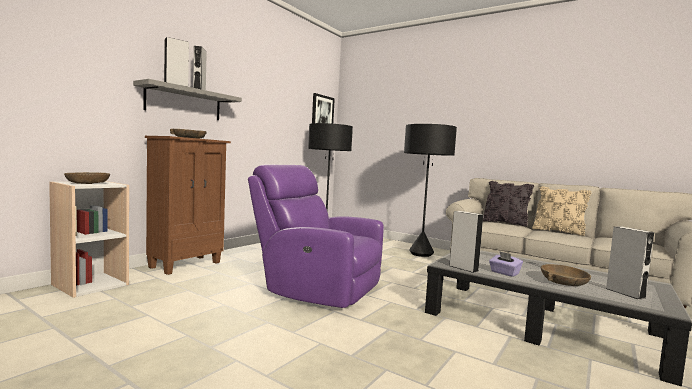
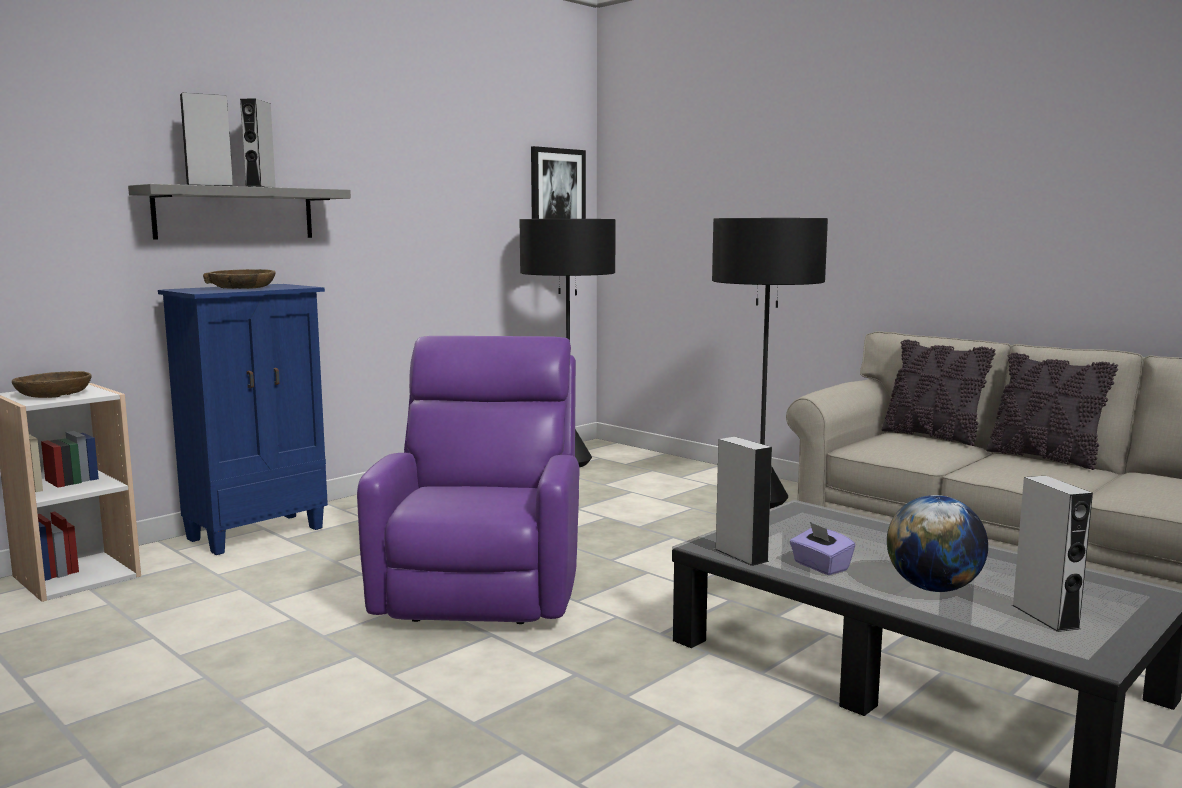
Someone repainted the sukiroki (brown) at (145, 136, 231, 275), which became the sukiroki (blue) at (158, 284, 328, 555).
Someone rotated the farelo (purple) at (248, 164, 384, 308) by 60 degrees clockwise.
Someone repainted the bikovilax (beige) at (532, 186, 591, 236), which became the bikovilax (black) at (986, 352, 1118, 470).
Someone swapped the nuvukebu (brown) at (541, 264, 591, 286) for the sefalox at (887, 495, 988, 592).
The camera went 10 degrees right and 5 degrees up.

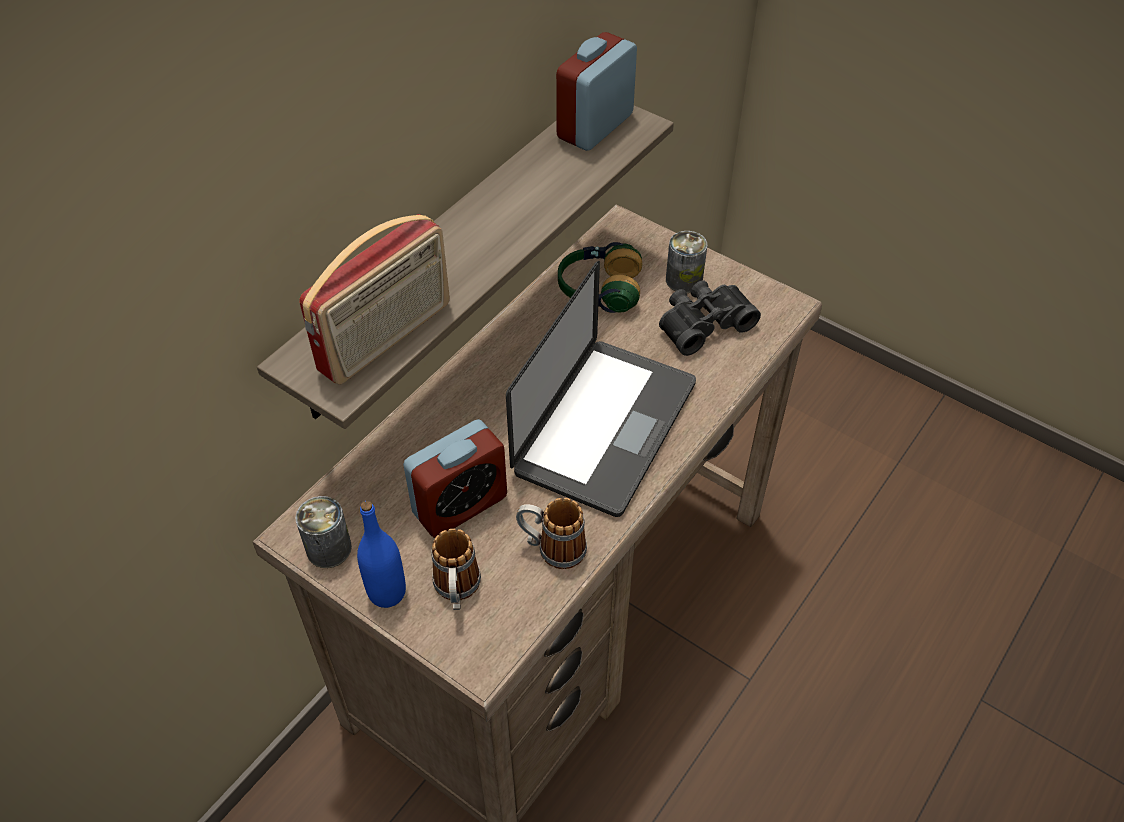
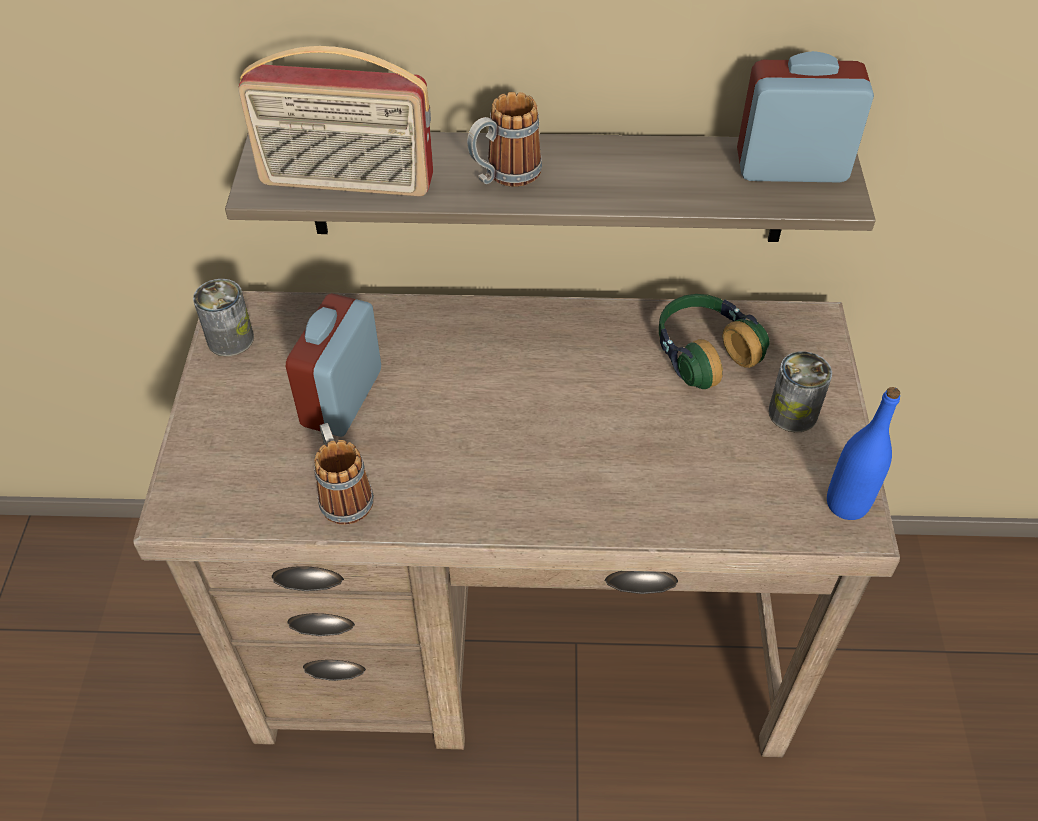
Someone carried the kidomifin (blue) from (357, 501, 406, 608) to (827, 387, 900, 520).
Someone rotated the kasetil at (403, 419, 507, 538) by 90 degrees clockwise.
Someone carried the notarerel from (431, 528, 481, 610) to (467, 92, 542, 187).
Someone took away the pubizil at (506, 261, 696, 517).
Someone took away the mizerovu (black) at (659, 281, 761, 356).
The camera went 55 degrees right and 0 degrees up.

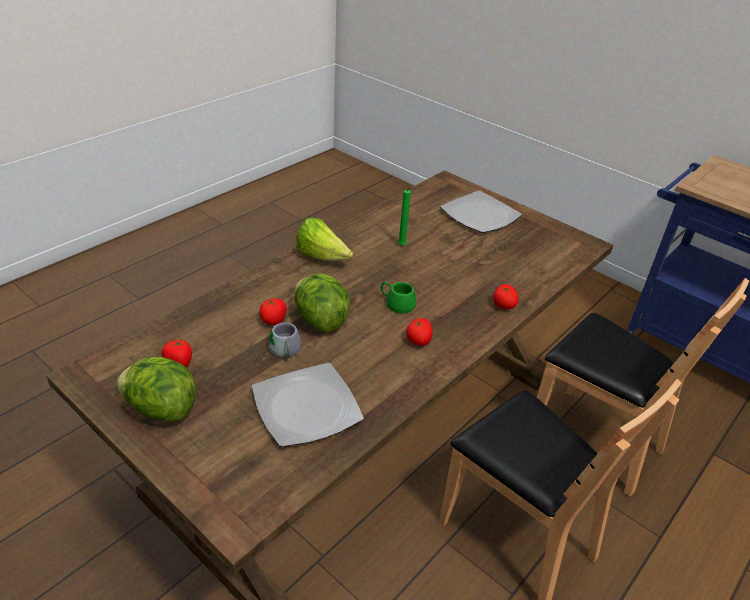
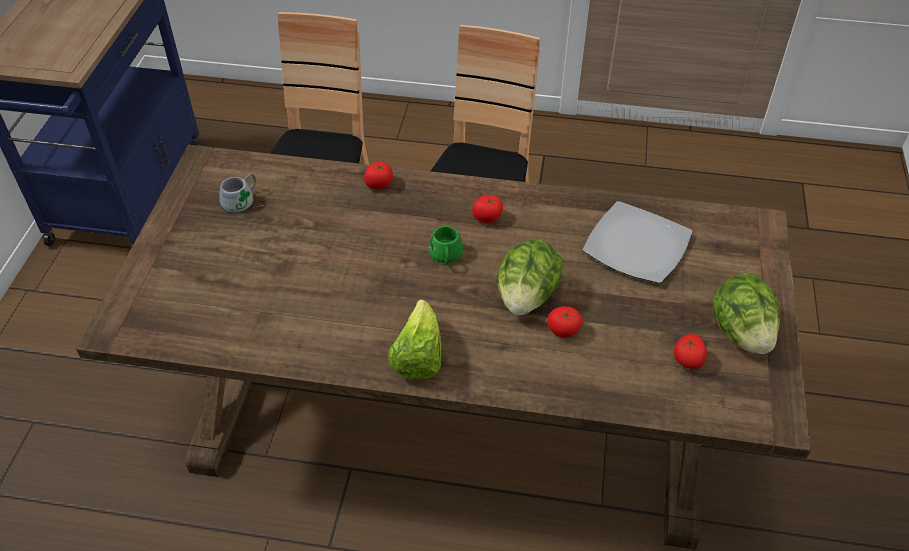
Someone carried the notarerel (grey) from (263, 322, 301, 360) to (219, 173, 264, 212).
Someone took away the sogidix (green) at (398, 188, 411, 245).
Someone took away the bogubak at (440, 191, 522, 233).
The camera went 120 degrees left and 10 degrees up.

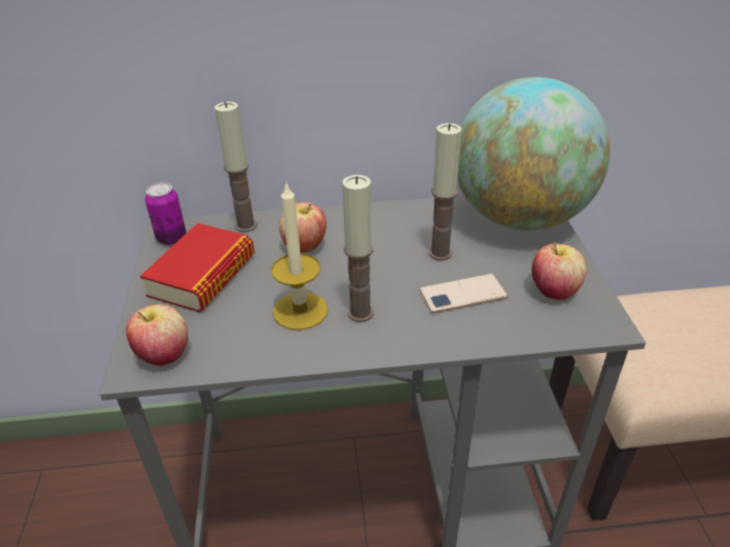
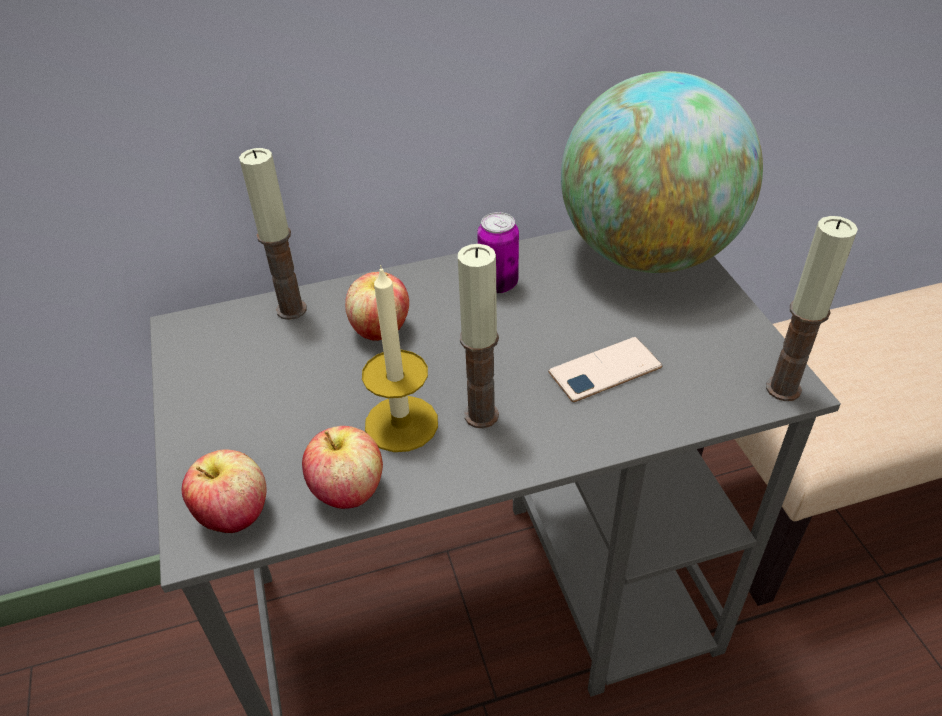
Someone took away the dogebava at (140, 223, 255, 313).
Someone carried the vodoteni from (145, 183, 186, 245) to (477, 212, 519, 293).
Someone carried the sogidix from (429, 123, 462, 261) to (766, 216, 858, 401).
Someone carried the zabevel from (532, 242, 587, 300) to (302, 426, 383, 509).
The camera went 10 degrees left and 5 degrees up.

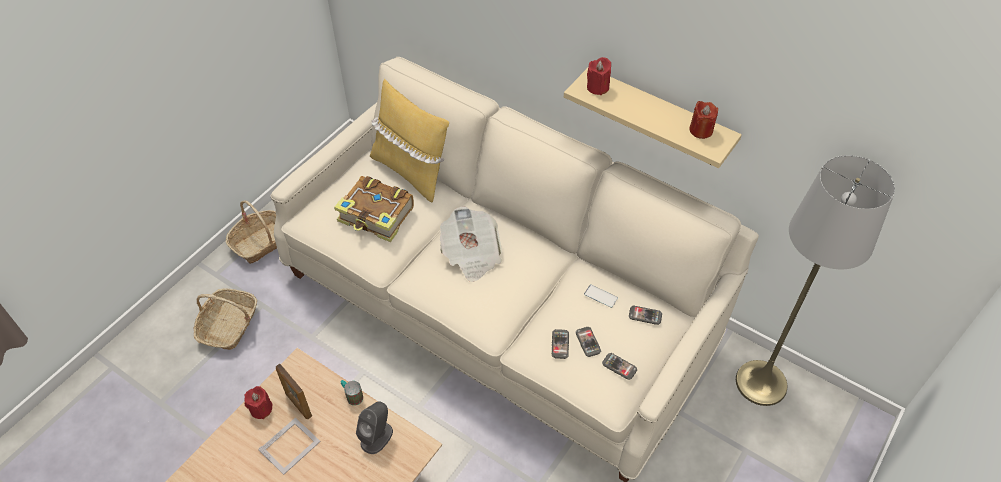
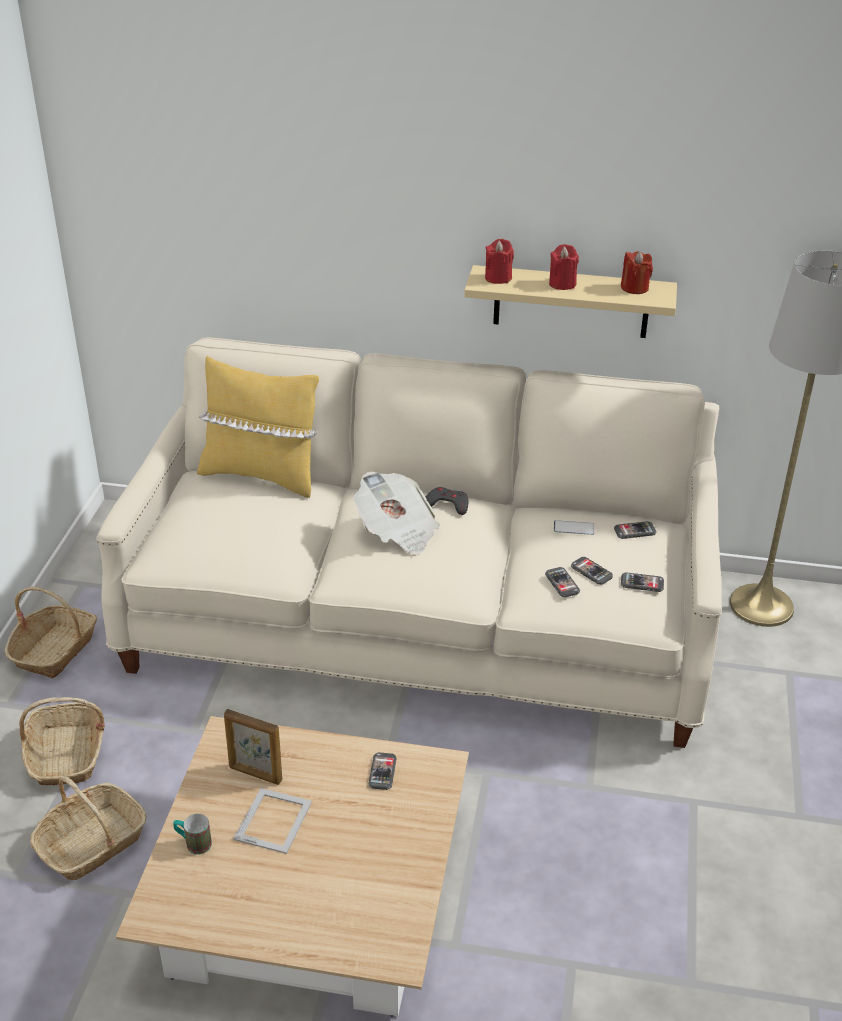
Someone carried the sogidix (red) from (244, 386, 273, 419) to (549, 244, 579, 290).
Someone took away the dogebava at (334, 176, 414, 242).
Someone carried the notarerel from (341, 380, 363, 406) to (173, 814, 212, 855).
Someone swapped the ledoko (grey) at (356, 402, 393, 454) for the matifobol at (368, 752, 397, 790).
Someone put down the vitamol at (30, 776, 147, 880).
Someone put down the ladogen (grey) at (426, 487, 468, 515).
The camera went 25 degrees left and 15 degrees down.

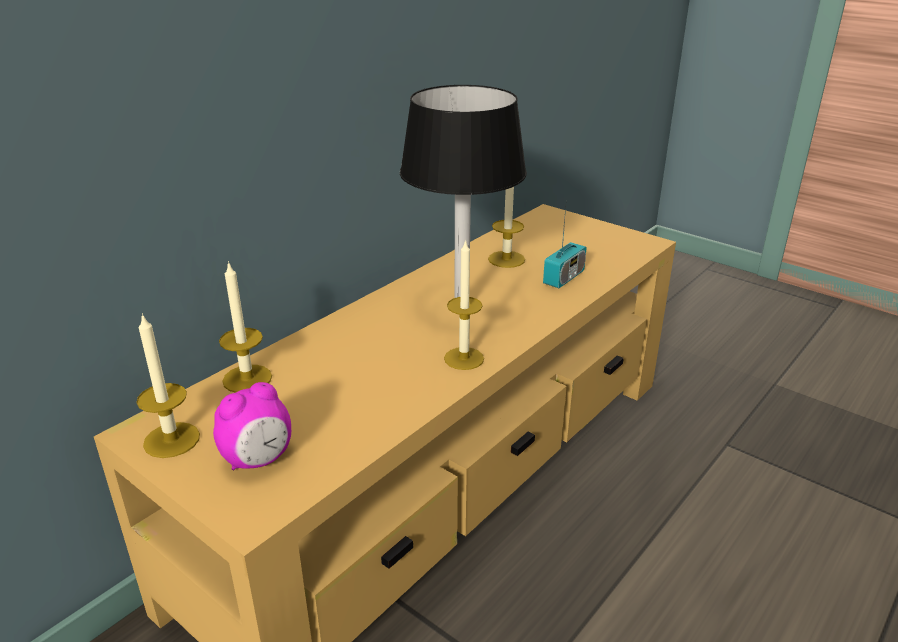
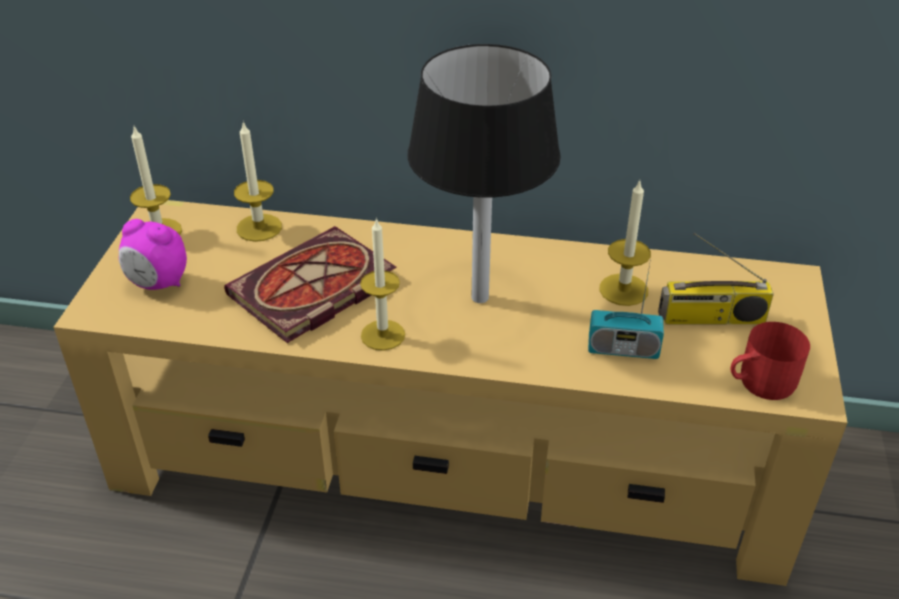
Someone put down the dogebava at (224, 226, 397, 343).
Someone put down the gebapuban at (658, 233, 774, 325).
Someone put down the notarerel (red) at (731, 322, 810, 400).
The camera went 60 degrees right and 10 degrees up.

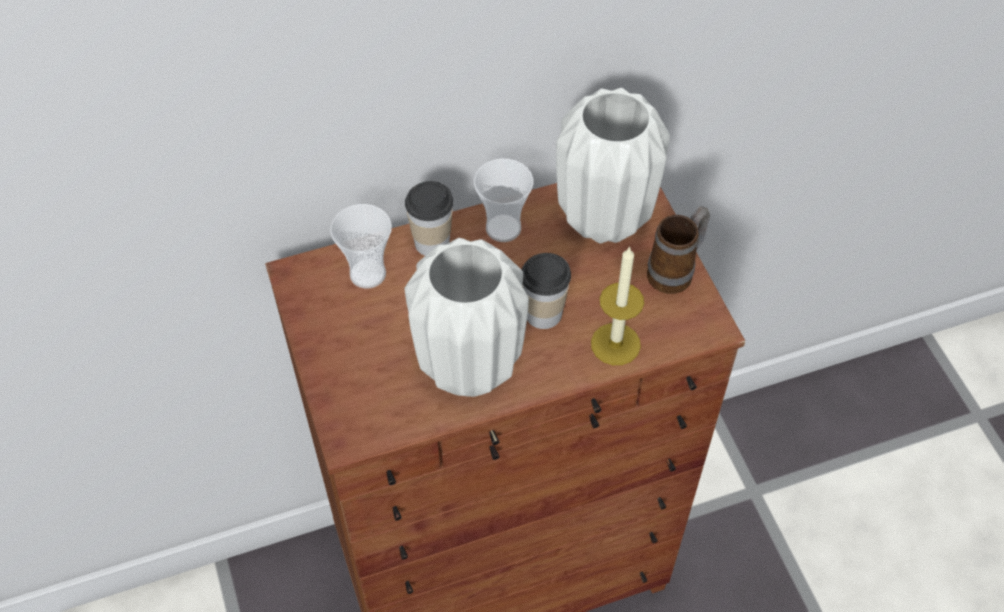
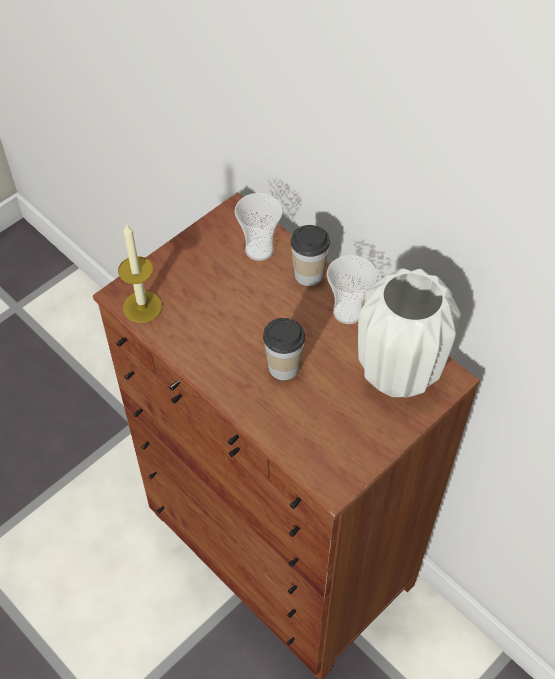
Someone took away the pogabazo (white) at (405, 238, 529, 397).
Someone carried the sogidix from (591, 246, 644, 365) to (118, 223, 162, 323).
Someone took away the notarerel at (647, 206, 710, 294).
The camera went 65 degrees right and 0 degrees up.

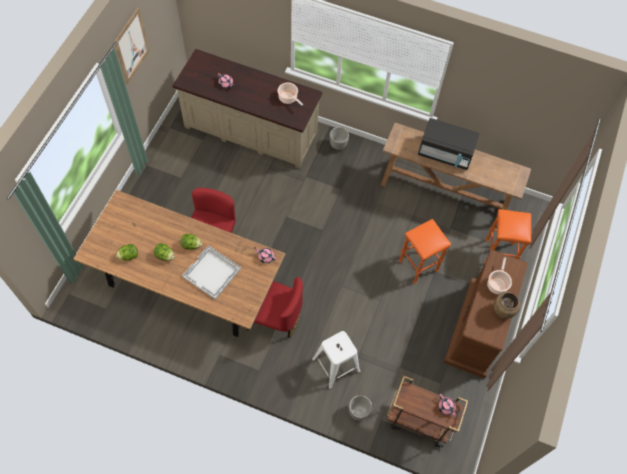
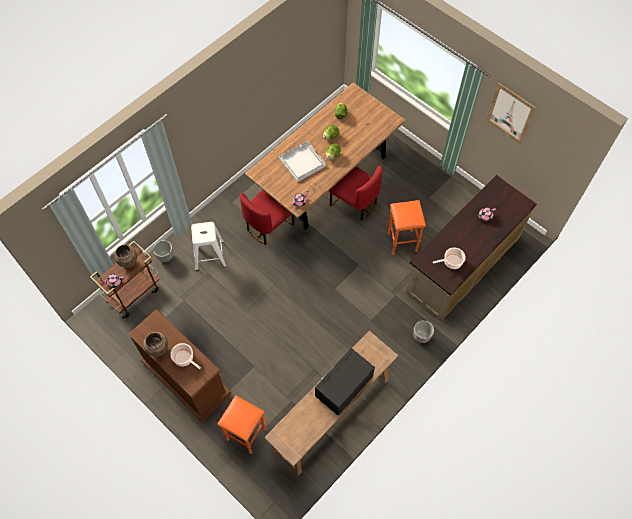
Someone carried the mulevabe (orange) from (399, 219, 451, 284) to (387, 200, 426, 255).
Someone put down the pogabazo (brown) at (114, 245, 137, 268).
The camera went 115 degrees right and 0 degrees up.

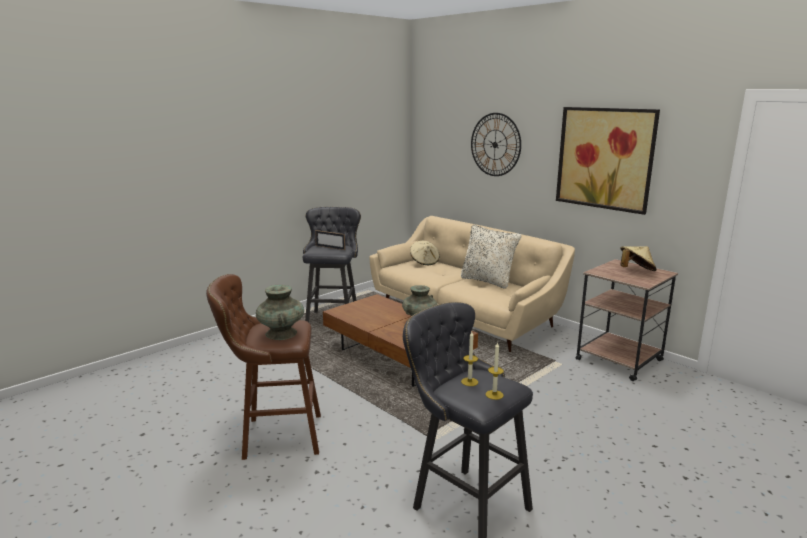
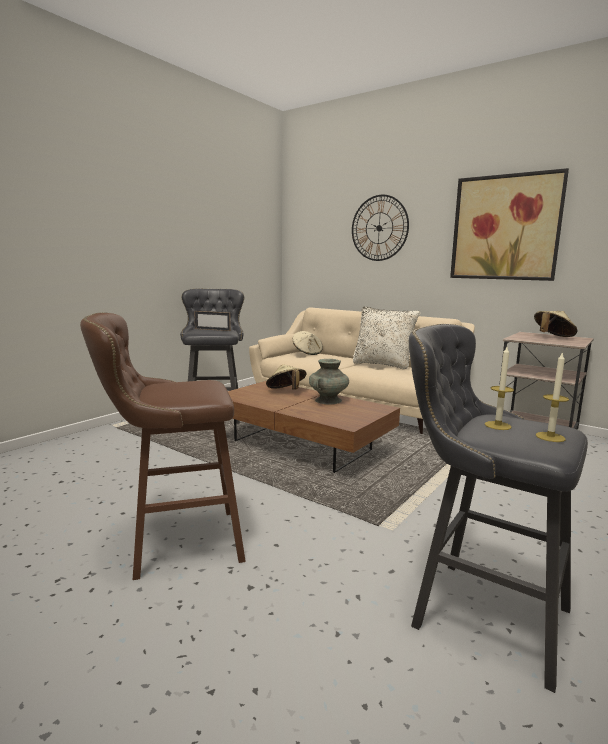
Someone took away the pogabazo (turquoise) at (256, 285, 304, 340).
Someone put down the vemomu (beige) at (266, 364, 306, 389).
The camera went 10 degrees left and 5 degrees down.

